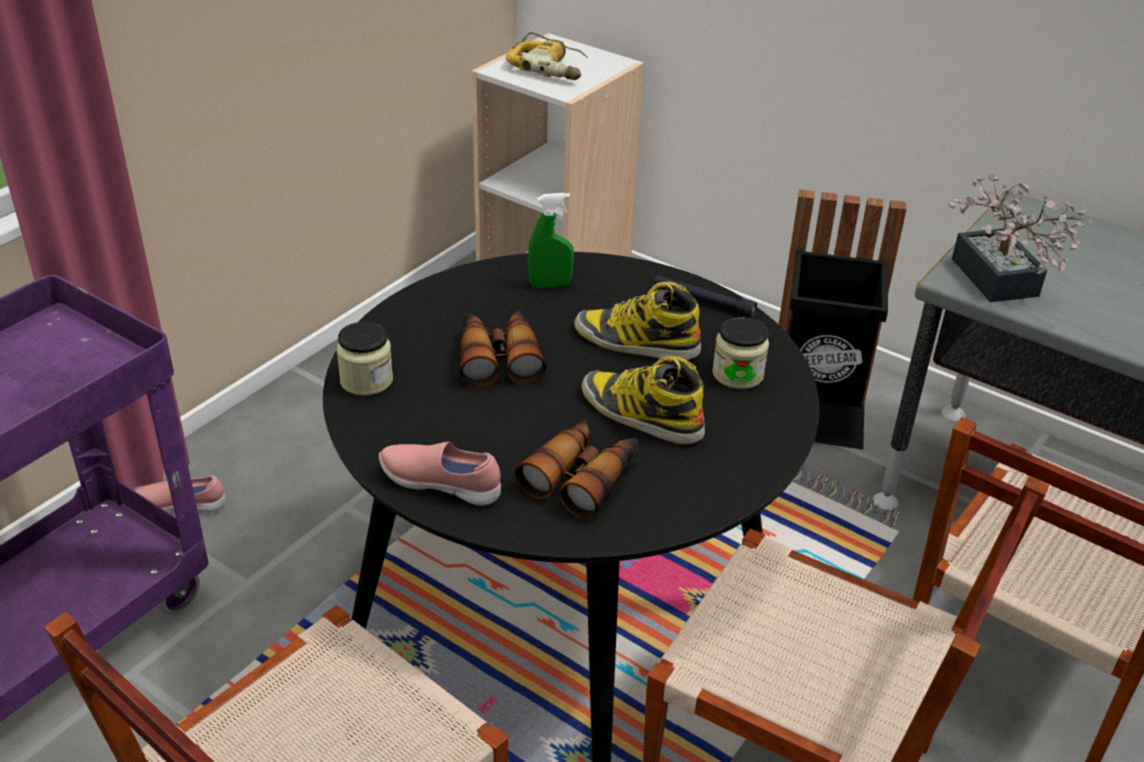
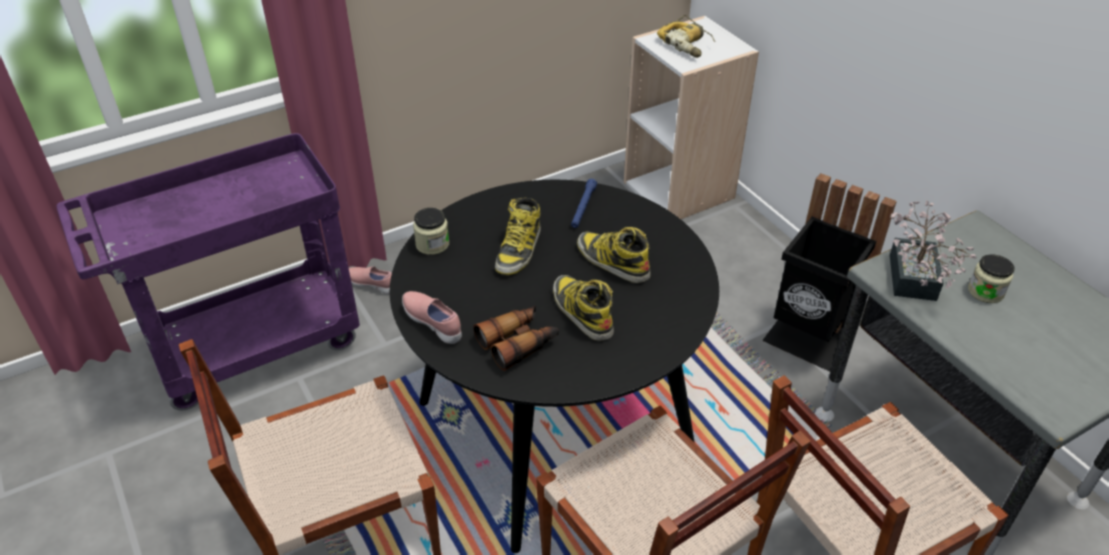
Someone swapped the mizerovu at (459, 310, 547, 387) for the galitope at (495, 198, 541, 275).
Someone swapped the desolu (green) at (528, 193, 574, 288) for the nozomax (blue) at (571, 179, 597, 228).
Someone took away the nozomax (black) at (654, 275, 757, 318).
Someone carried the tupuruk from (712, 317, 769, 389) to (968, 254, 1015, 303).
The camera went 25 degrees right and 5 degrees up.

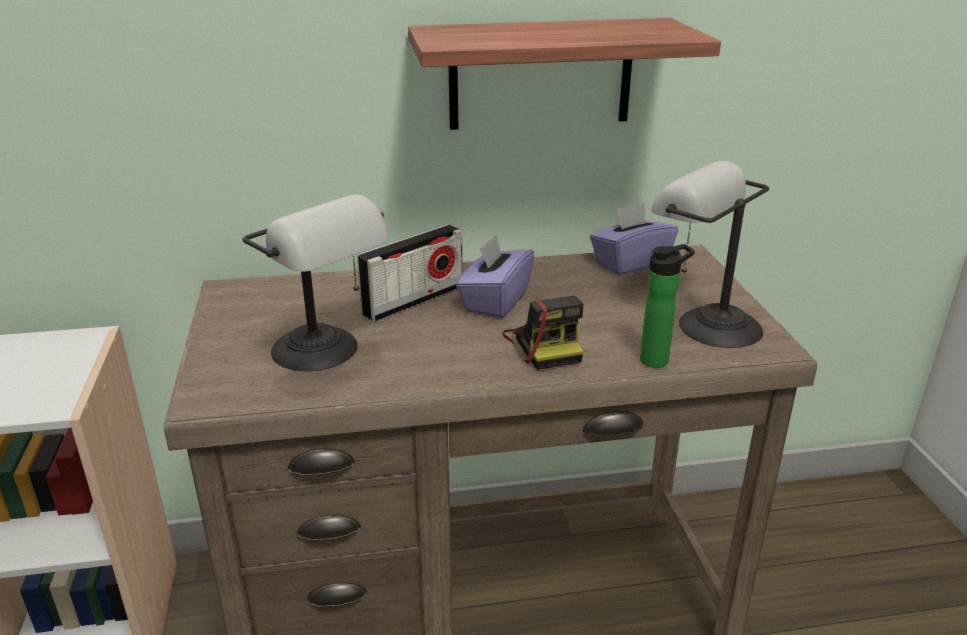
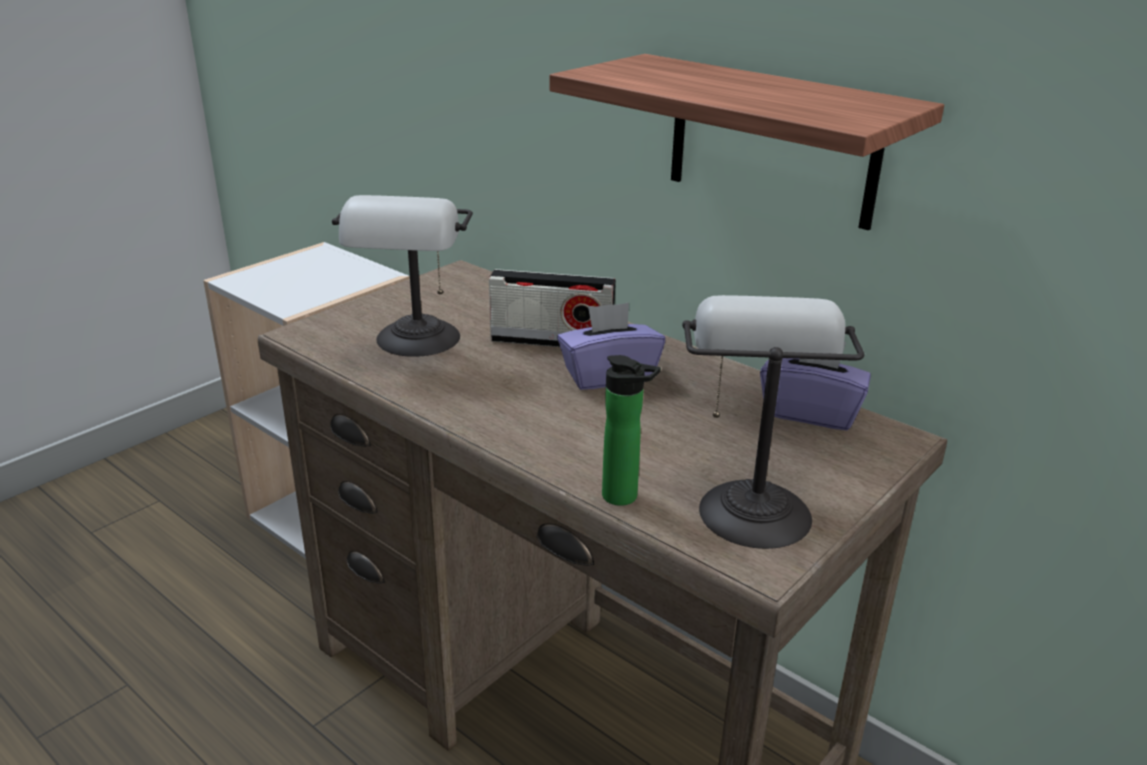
Someone took away the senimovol at (503, 296, 583, 370).
The camera went 50 degrees right and 0 degrees up.

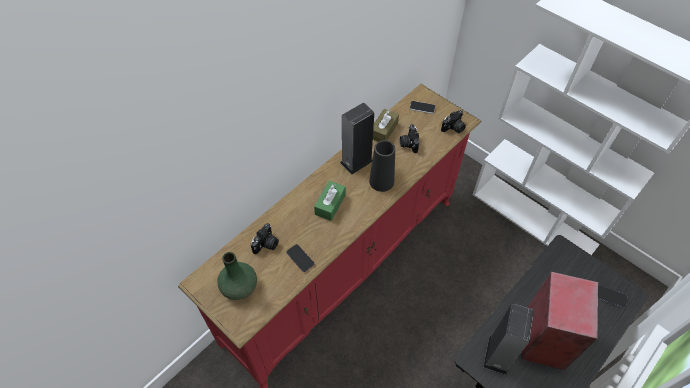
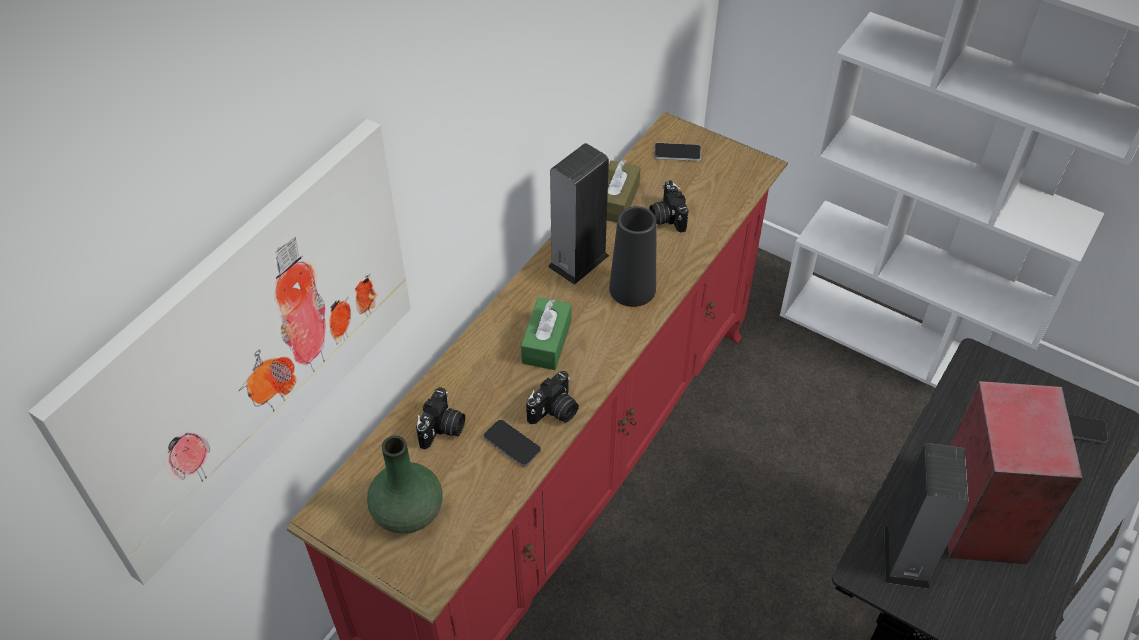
Someone carried the senimovol from (441, 110, 466, 133) to (526, 371, 579, 425).
Someone put up the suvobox at (28, 119, 411, 585).
The camera went 10 degrees left and 5 degrees down.

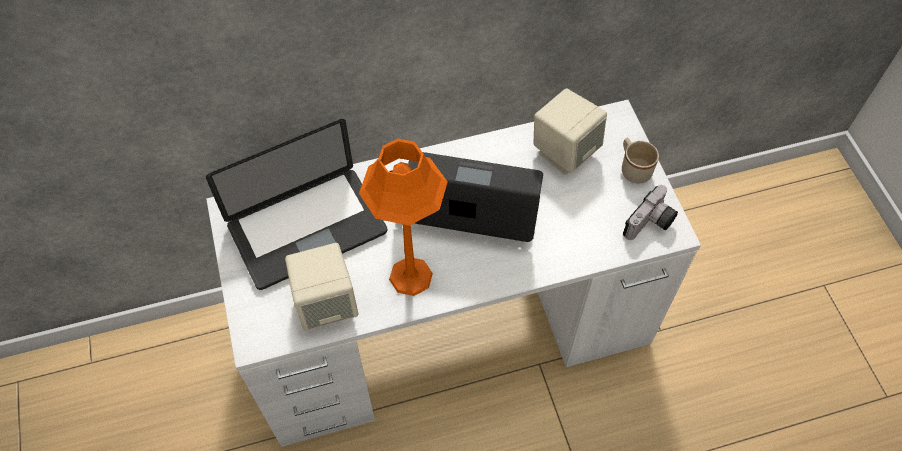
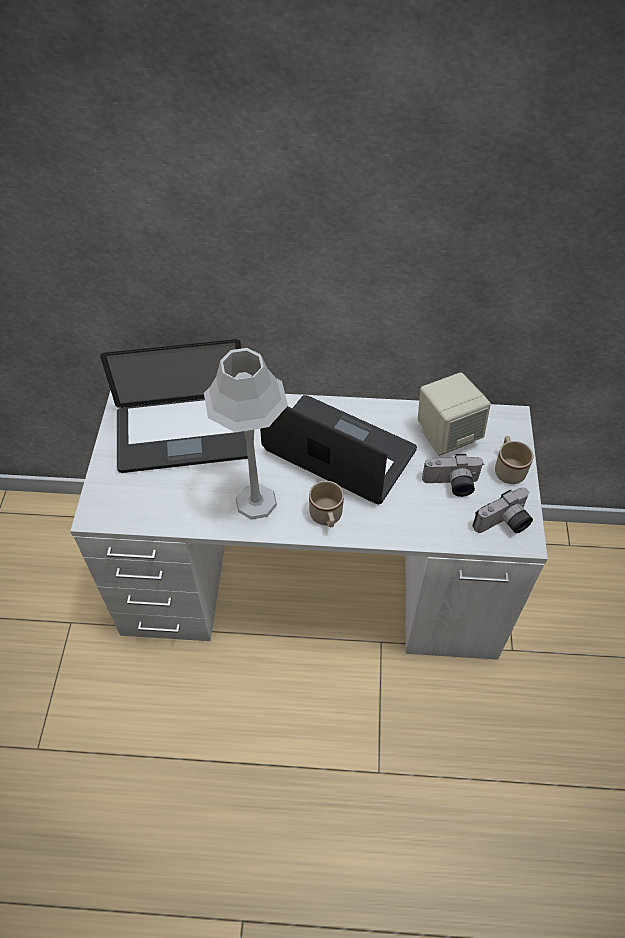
Someone took away the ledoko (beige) at (285, 243, 358, 331).
Someone repainted the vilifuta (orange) at (359, 139, 448, 296), which became the vilifuta (grey) at (204, 348, 288, 520).
Someone put down the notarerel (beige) at (309, 481, 344, 527).
Someone put down the senimovol at (422, 454, 483, 497).
The camera went 20 degrees right and 5 degrees down.

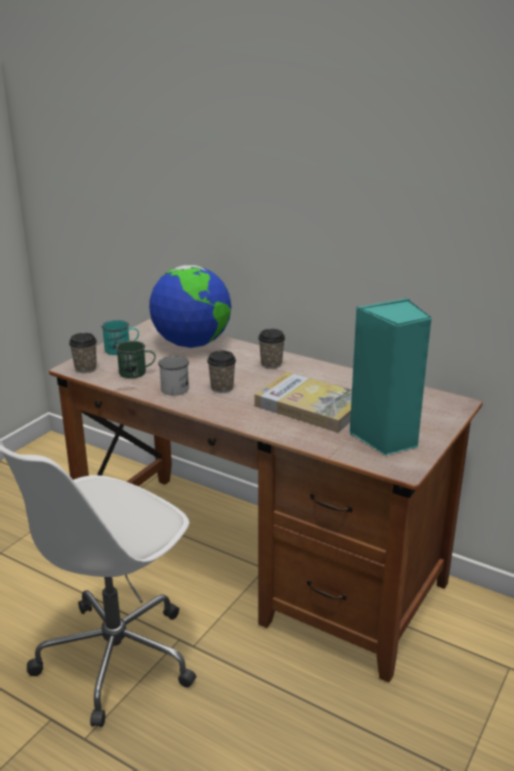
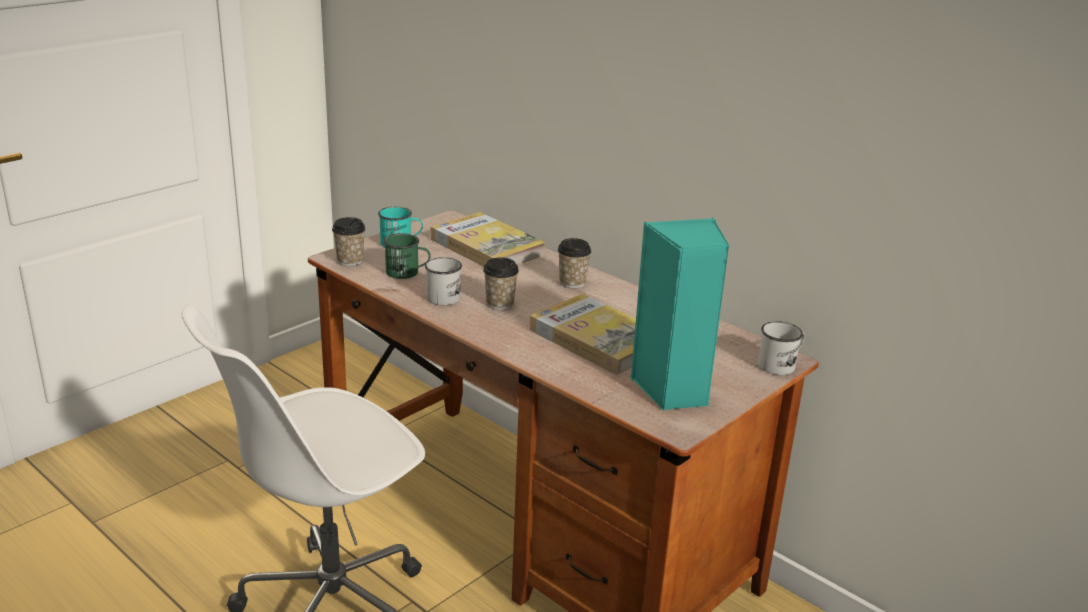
Someone swapped the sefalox at (149, 265, 232, 348) for the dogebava at (431, 212, 546, 267).
Someone put down the notarerel (white) at (758, 321, 805, 375).
The camera went 10 degrees right and 0 degrees up.

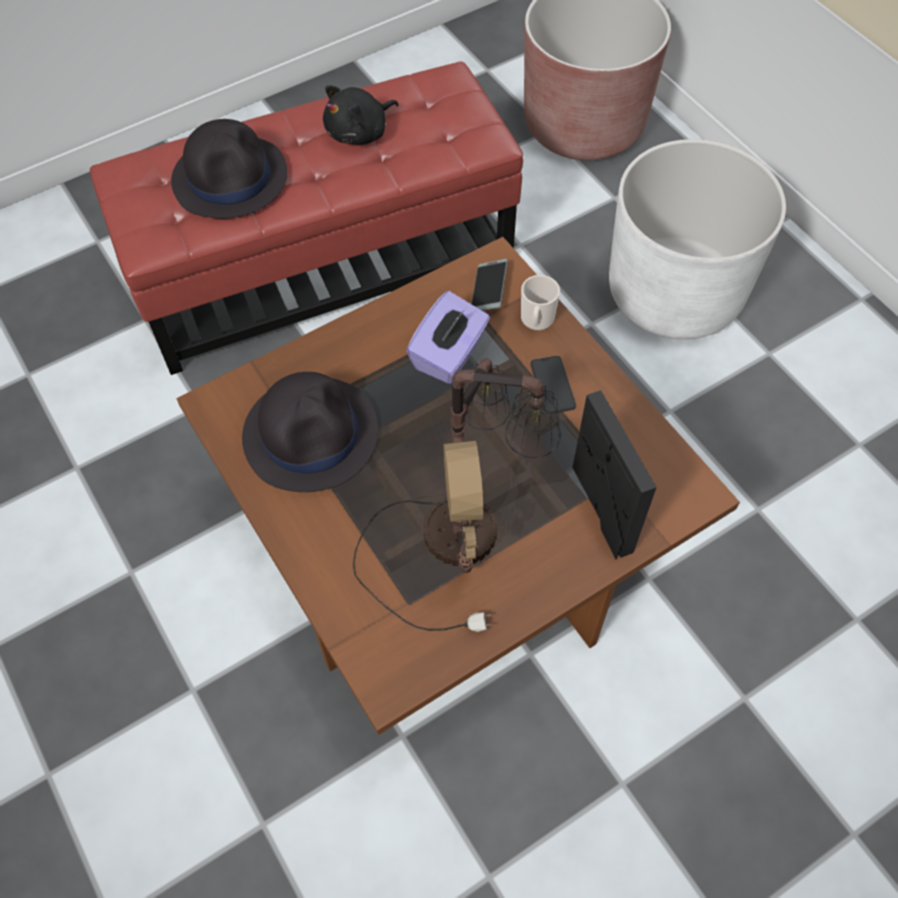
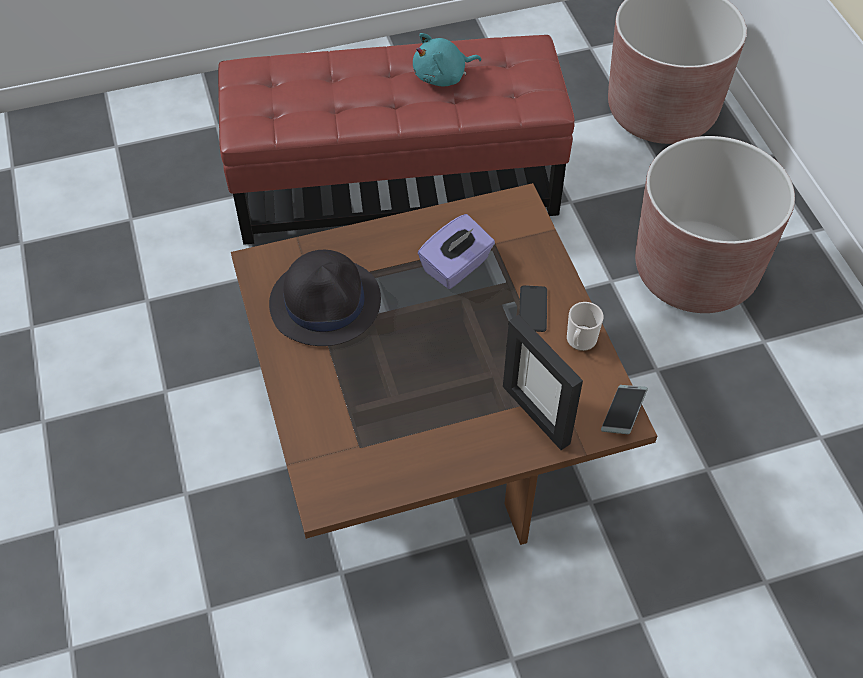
Someone took away the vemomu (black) at (171, 119, 287, 219).
Someone repainted the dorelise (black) at (323, 85, 399, 145), which became the dorelise (turquoise) at (413, 33, 481, 86).
Someone took away the vilifuta at (353, 358, 561, 632).
Someone carried the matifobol from (471, 259, 508, 311) to (601, 385, 648, 434).
Someone carried the notarerel from (521, 275, 560, 331) to (567, 302, 603, 351).
Someone rotated the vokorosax at (572, 390, 657, 560) by 150 degrees clockwise.
Someone repainted the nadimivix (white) at (609, 139, 786, 339), which became the nadimivix (brown) at (635, 136, 795, 313).
The camera went 15 degrees right and 5 degrees down.

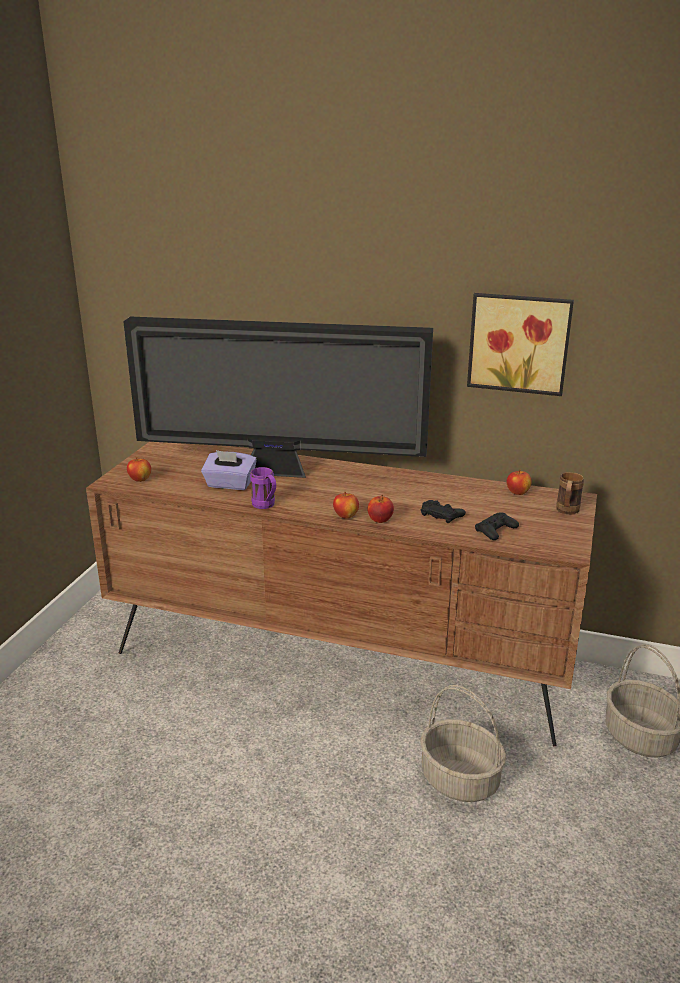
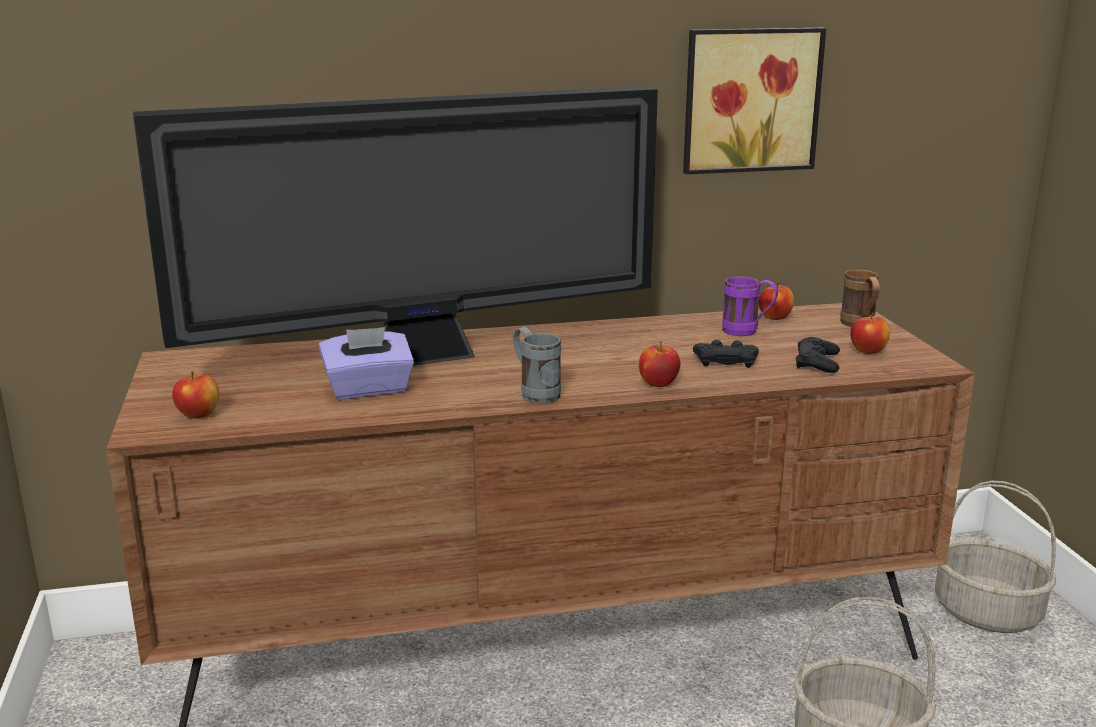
Someone carried the notarerel (purple) from (250, 467, 276, 509) to (722, 277, 778, 336).
Someone carried the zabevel from (333, 492, 359, 519) to (850, 313, 890, 354).
Someone put down the notarerel (grey) at (513, 327, 561, 404).
The camera went 30 degrees left and 5 degrees down.

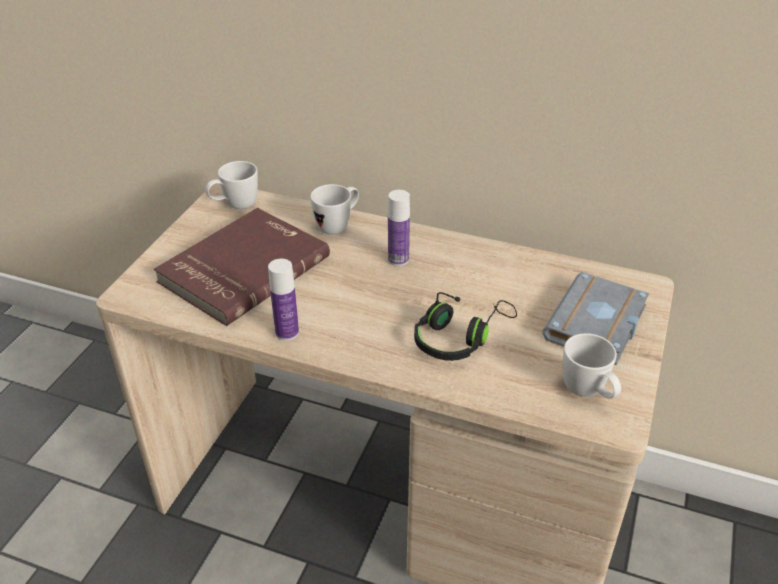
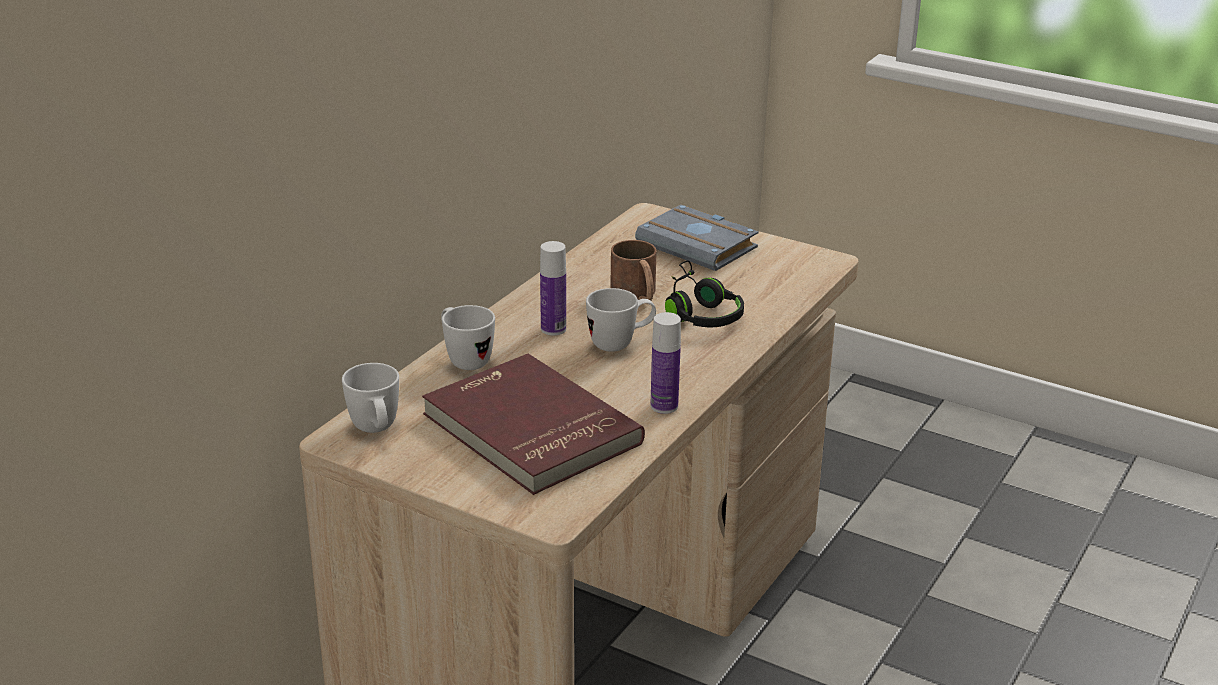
Someone carried the notarerel (white) from (563, 333, 621, 399) to (586, 288, 656, 352).
Someone put down the notarerel (brown) at (610, 240, 657, 300).
The camera went 80 degrees left and 10 degrees down.

